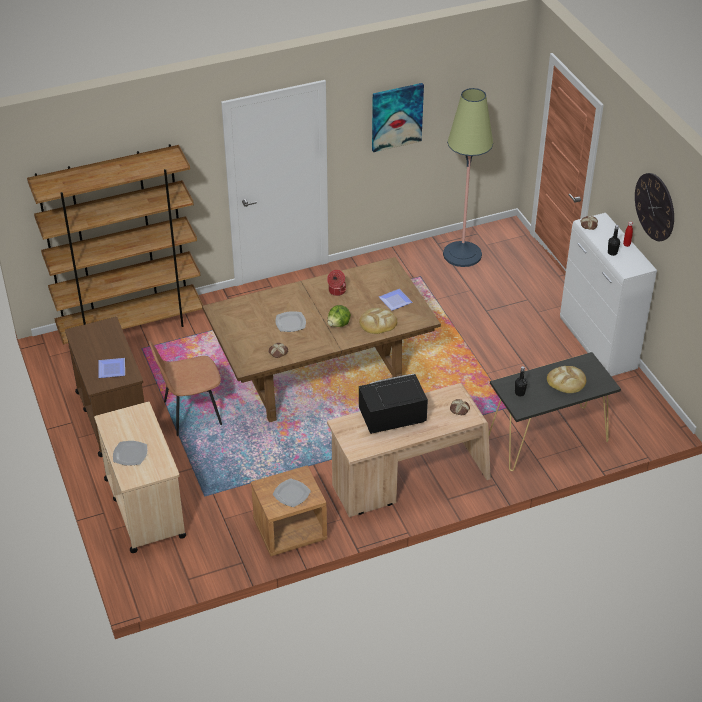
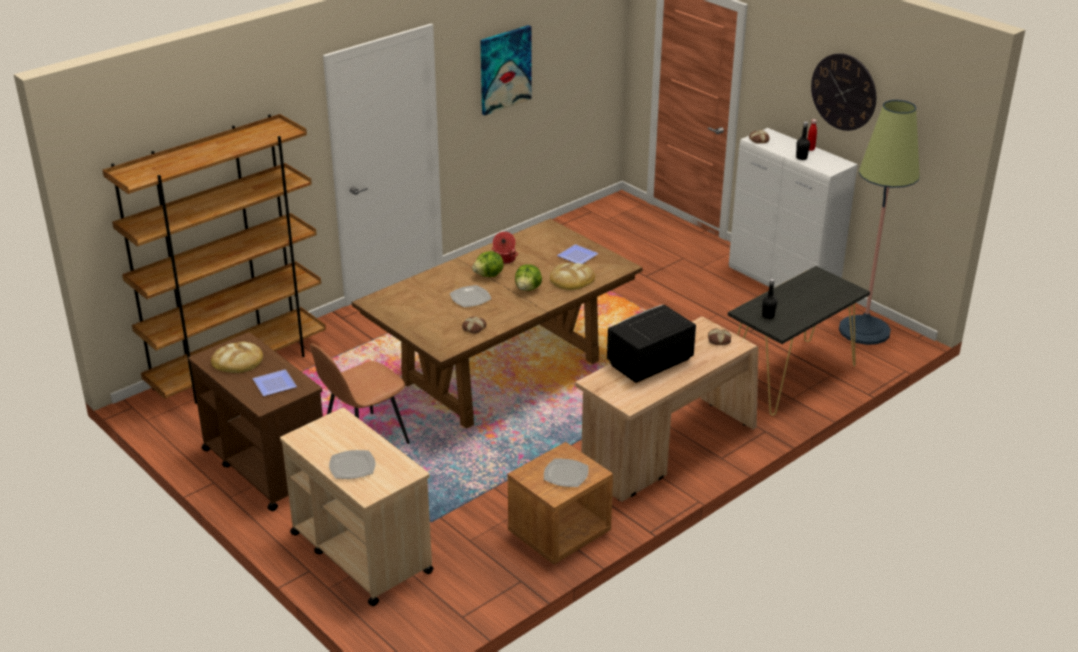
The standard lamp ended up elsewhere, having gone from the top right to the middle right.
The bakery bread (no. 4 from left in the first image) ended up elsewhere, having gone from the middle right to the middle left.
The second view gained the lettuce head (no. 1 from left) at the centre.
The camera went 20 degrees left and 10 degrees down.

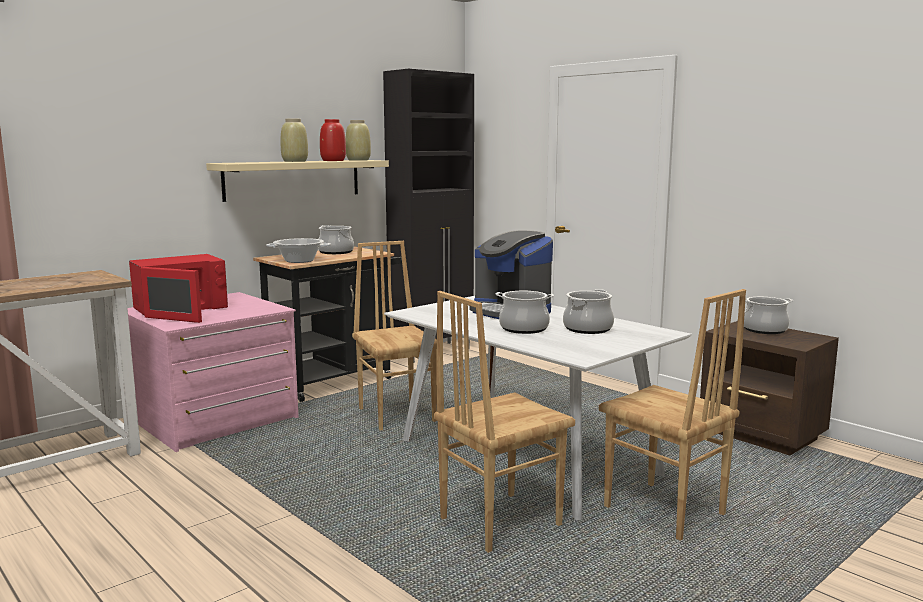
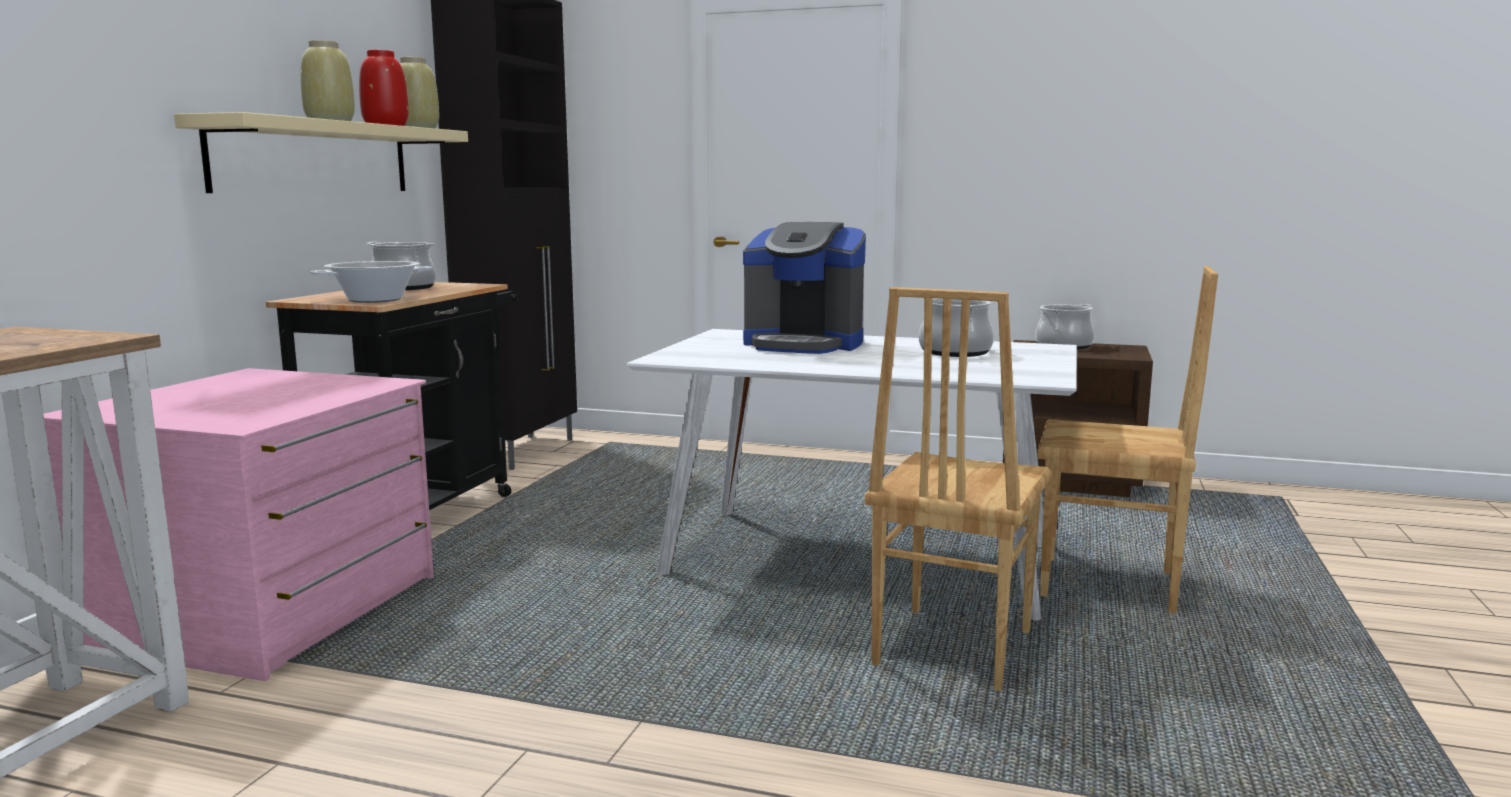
The second view lost the brownish upright chair (no. 1 from left) at the centre.
The second view lost the red microwave at the middle left.
The second view lost the cooking pot (no. 3 from left) at the centre.
The camera went 30 degrees left and 0 degrees up.

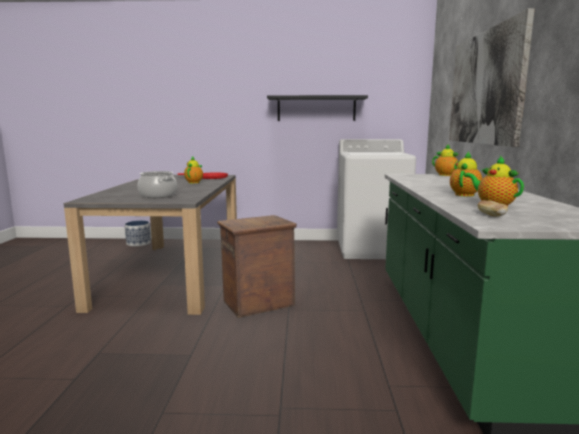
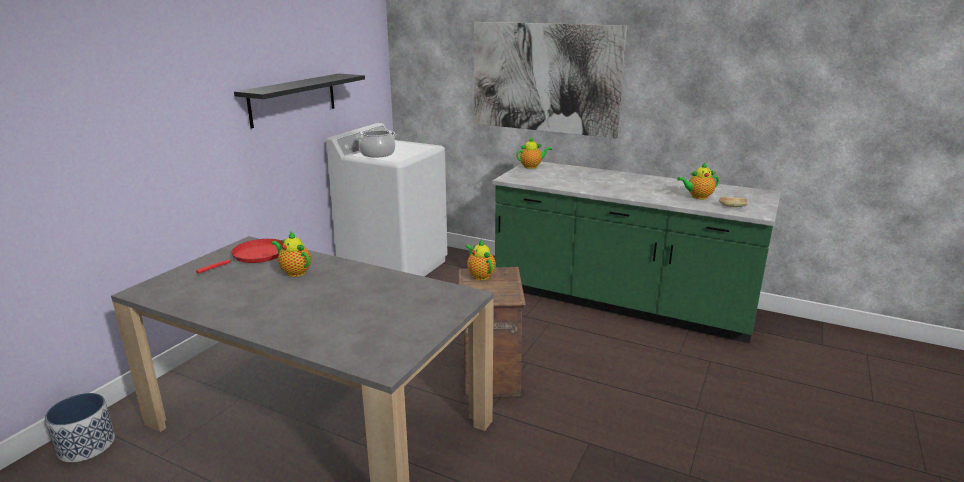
The tea pot (no. 3 from left in the first image) ended up elsewhere, having gone from the middle right to the centre.
The cooking pot ended up elsewhere, having gone from the middle left to the top centre.
The camera went 65 degrees left and 10 degrees up.

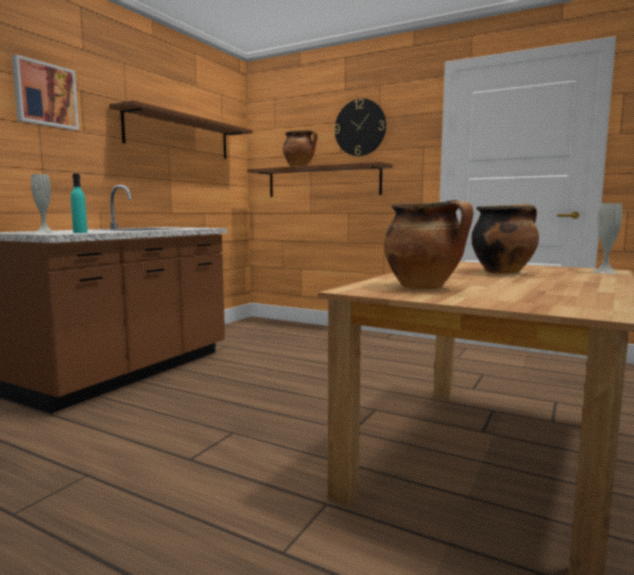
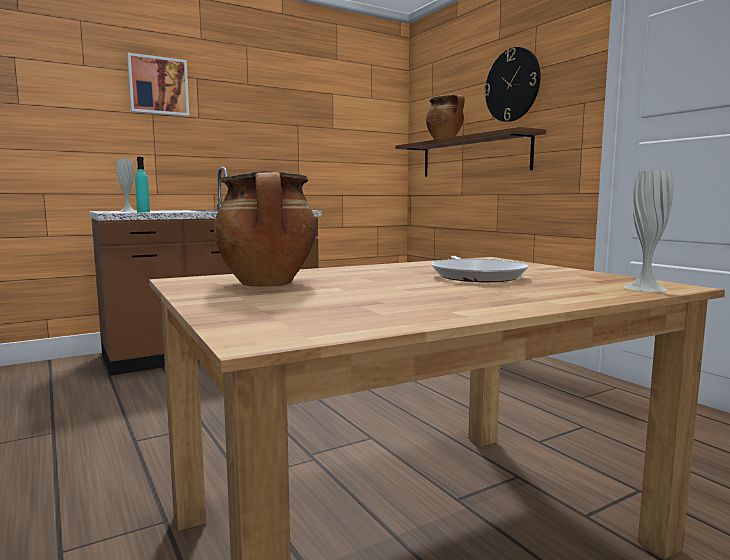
The second view lost the brownish bracket shelf (no. 1 from left) at the top left.
Where the cooking pot (no. 3 from left) stood at the middle right, the skillet came to stand at the centre.
The camera went 30 degrees right and 0 degrees up.

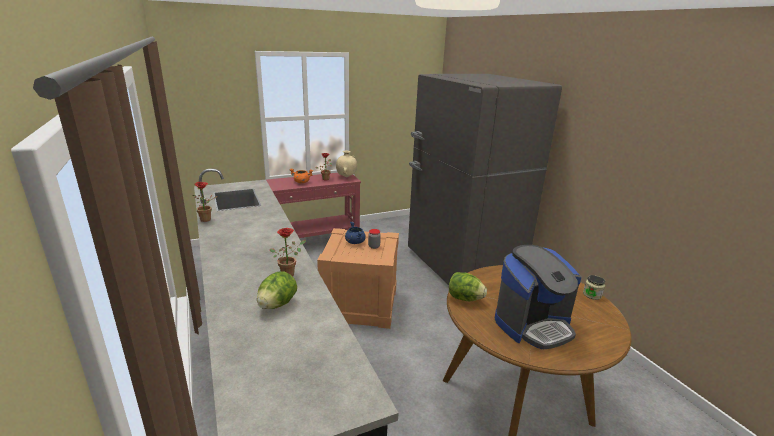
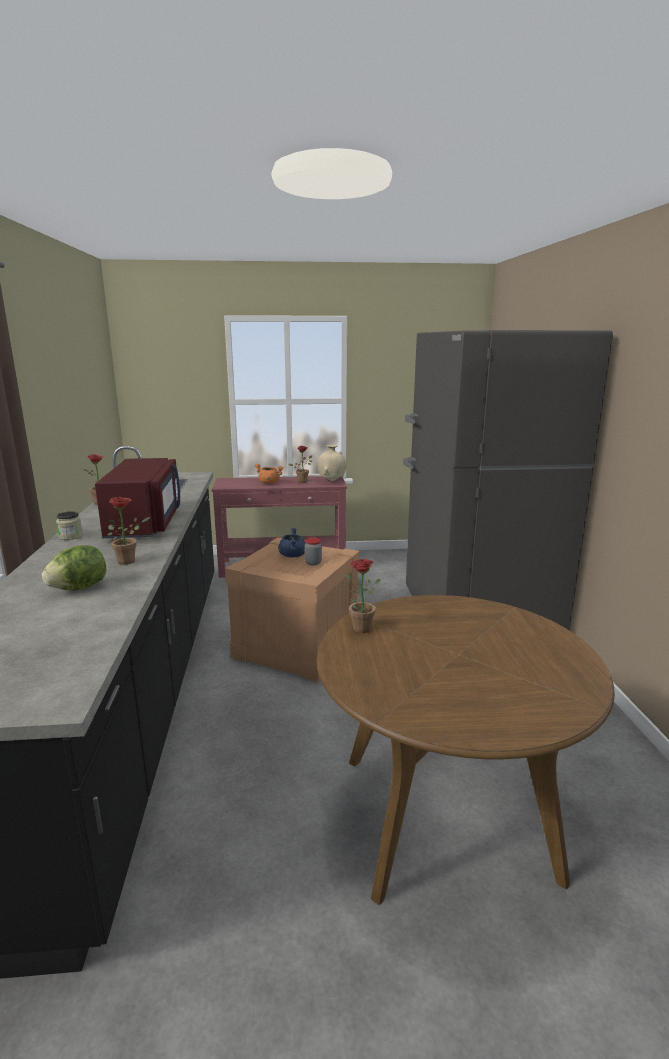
The second view lost the coffee machine at the bottom right.
Where the lettuce head (no. 2 from left) stood at the centre, the plant in a pot (no. 4 from left) came to stand at the centre.
The storage jar (no. 2 from left in the first image) ended up elsewhere, having gone from the middle right to the middle left.
The second view gained the red microwave at the middle left.
The camera went 20 degrees right and 5 degrees down.

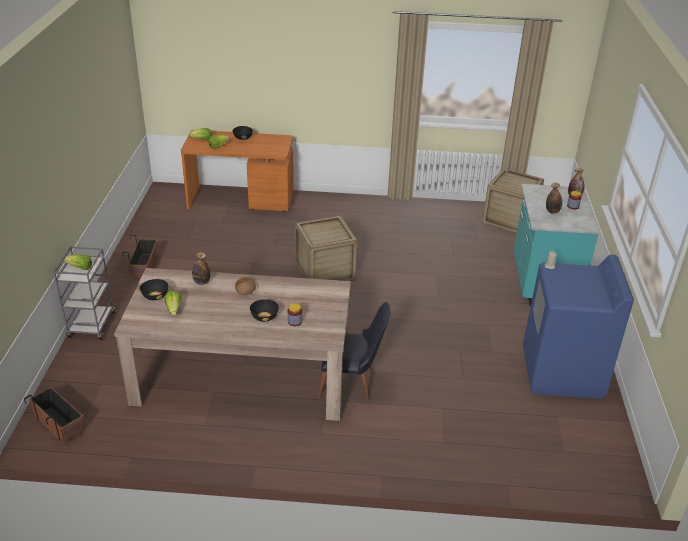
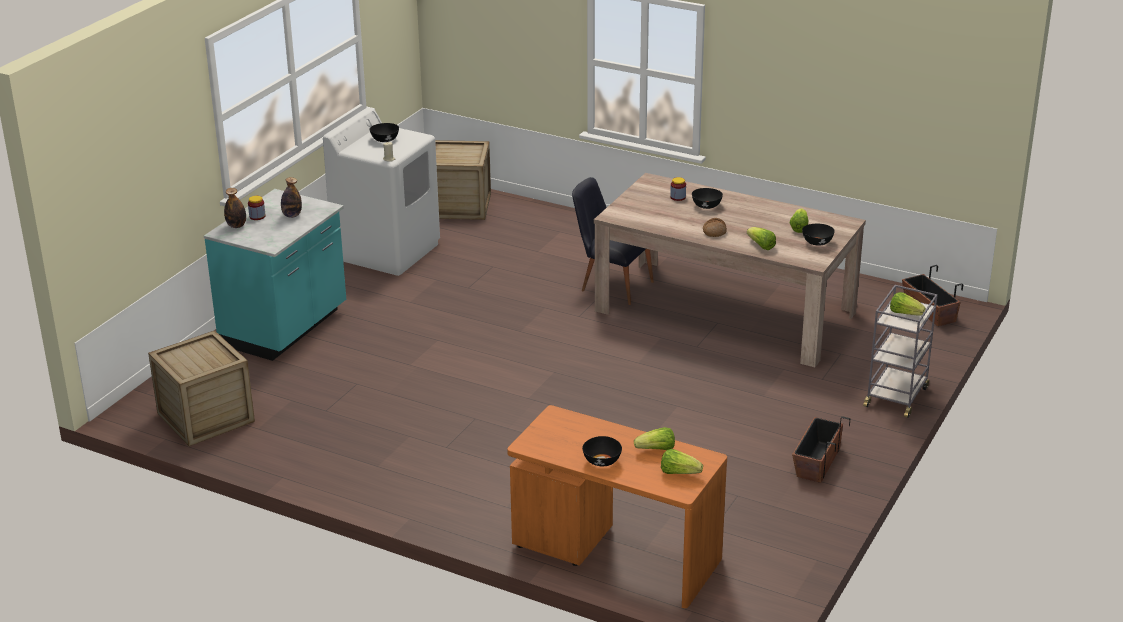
The shipping crate (no. 1 from left in the first image) ended up elsewhere, having gone from the centre to the top centre.
Where the beverage bottle (no. 1 from left) stood at the middle left, the lettuce head (no. 3 from left) came to stand at the middle right.
What was the blue-coloured laundry machine at the middle right turned into the white laundry machine at the top centre.
The second view gained the black deep dish (no. 1 from left) at the top centre.
The camera went 155 degrees left and 5 degrees down.

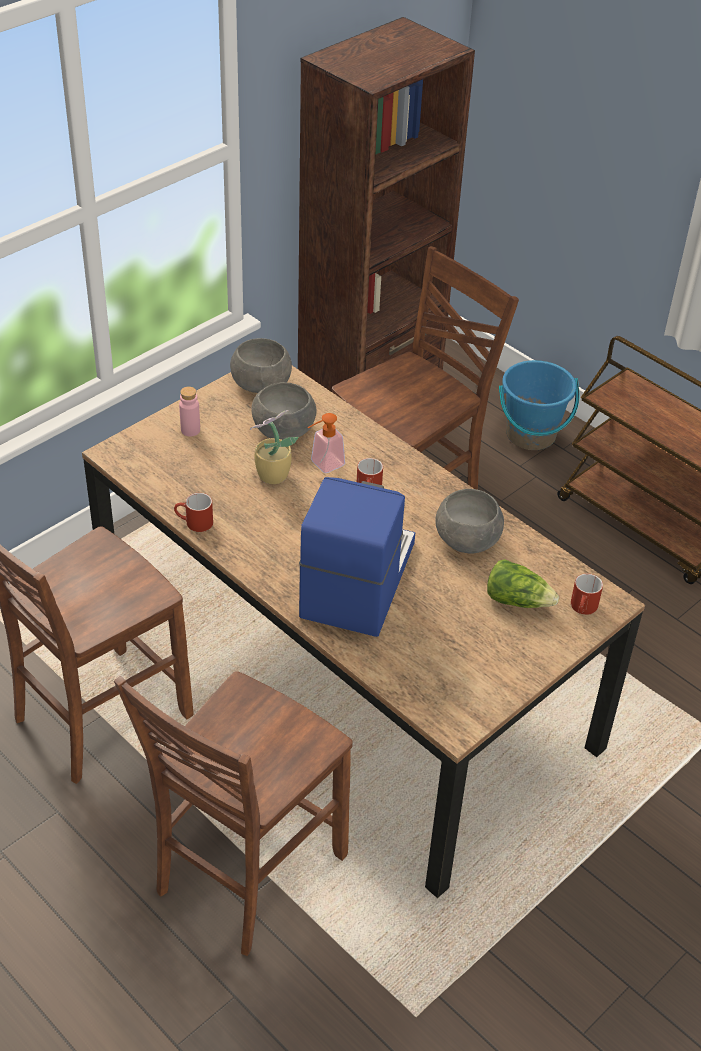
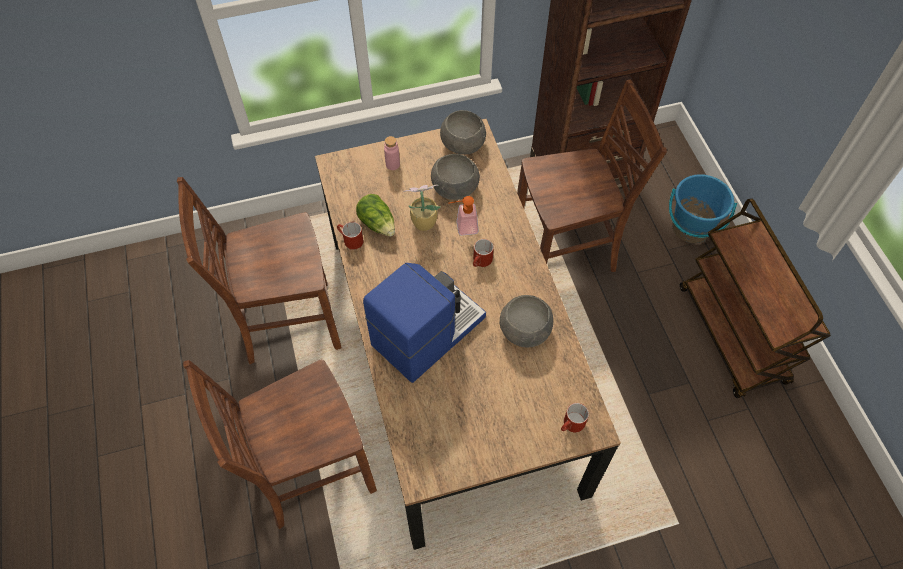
The lettuce head ended up elsewhere, having gone from the middle right to the centre.
The camera went 30 degrees right and 15 degrees up.

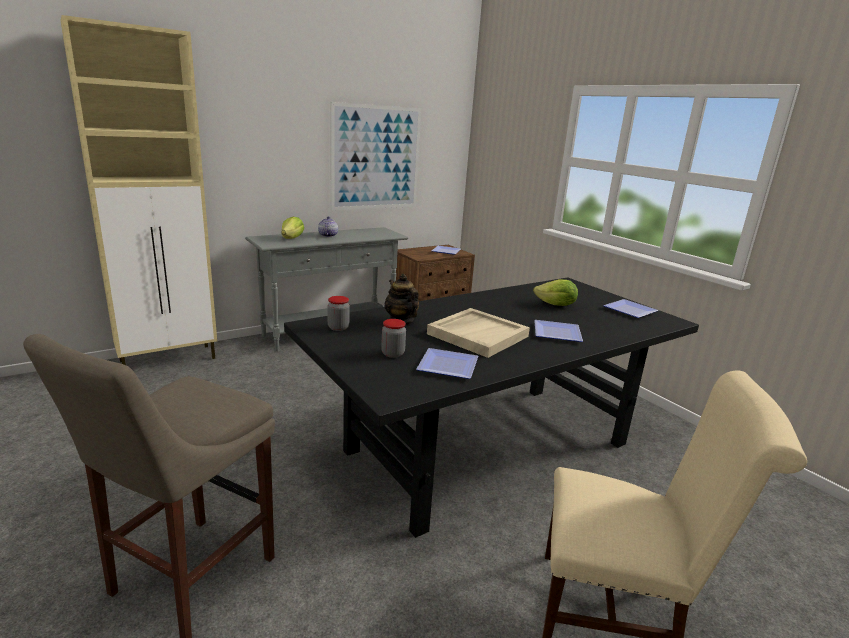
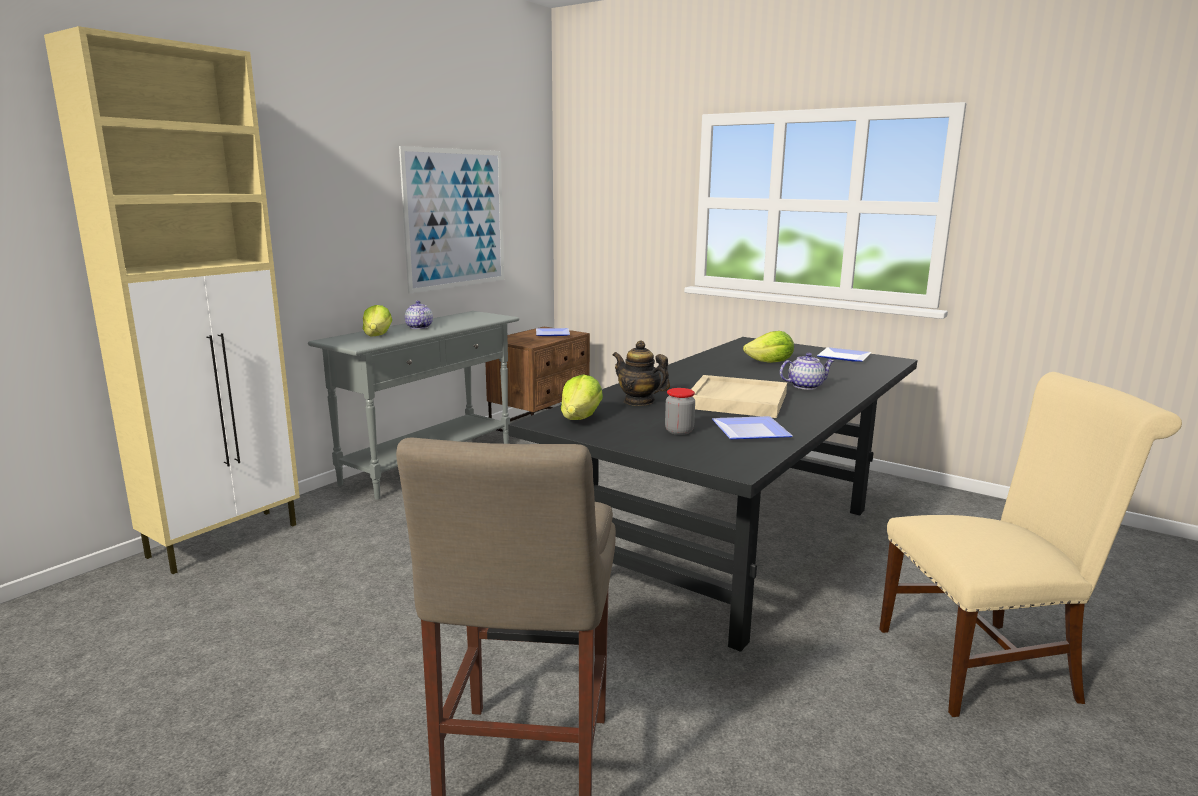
Where the storage jar (no. 1 from left) stood at the centre, the lettuce head (no. 2 from left) came to stand at the centre.
Where the flat dish (no. 3 from left) stood at the centre, the tea pot (no. 3 from left) came to stand at the middle right.
The camera went 20 degrees left and 5 degrees down.

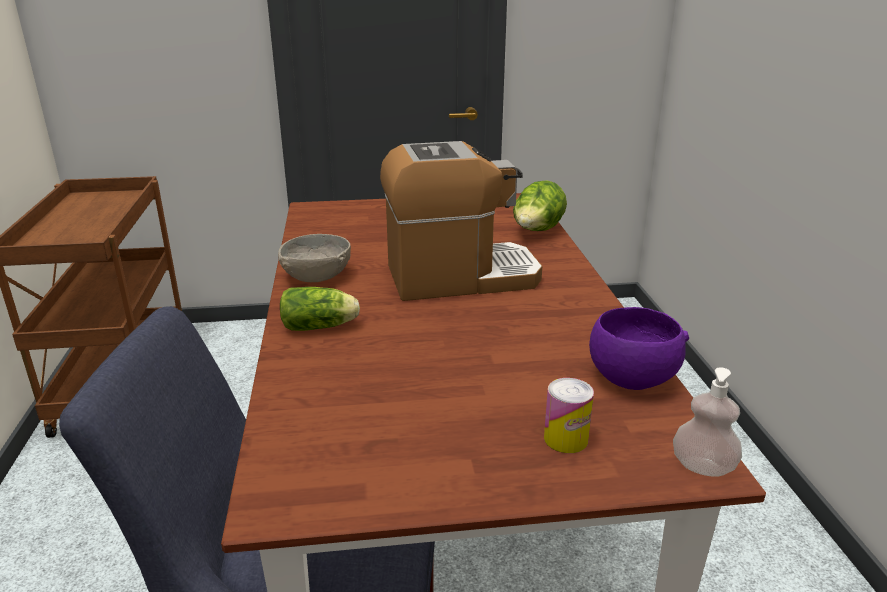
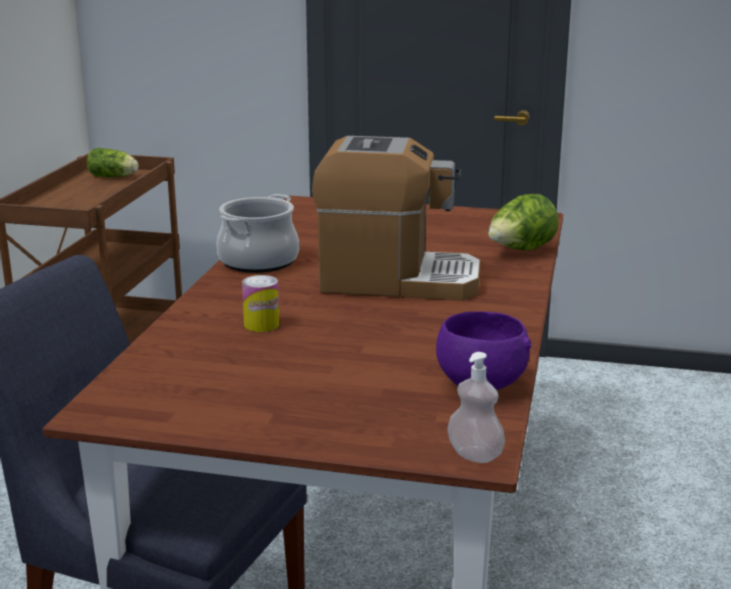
Where the greyish deep dish stood at the centre, the cooking pot came to stand at the centre.
The lettuce head (no. 1 from left) ended up elsewhere, having gone from the centre to the top left.
The can ended up elsewhere, having gone from the bottom centre to the centre.
The camera went 20 degrees right and 5 degrees down.

